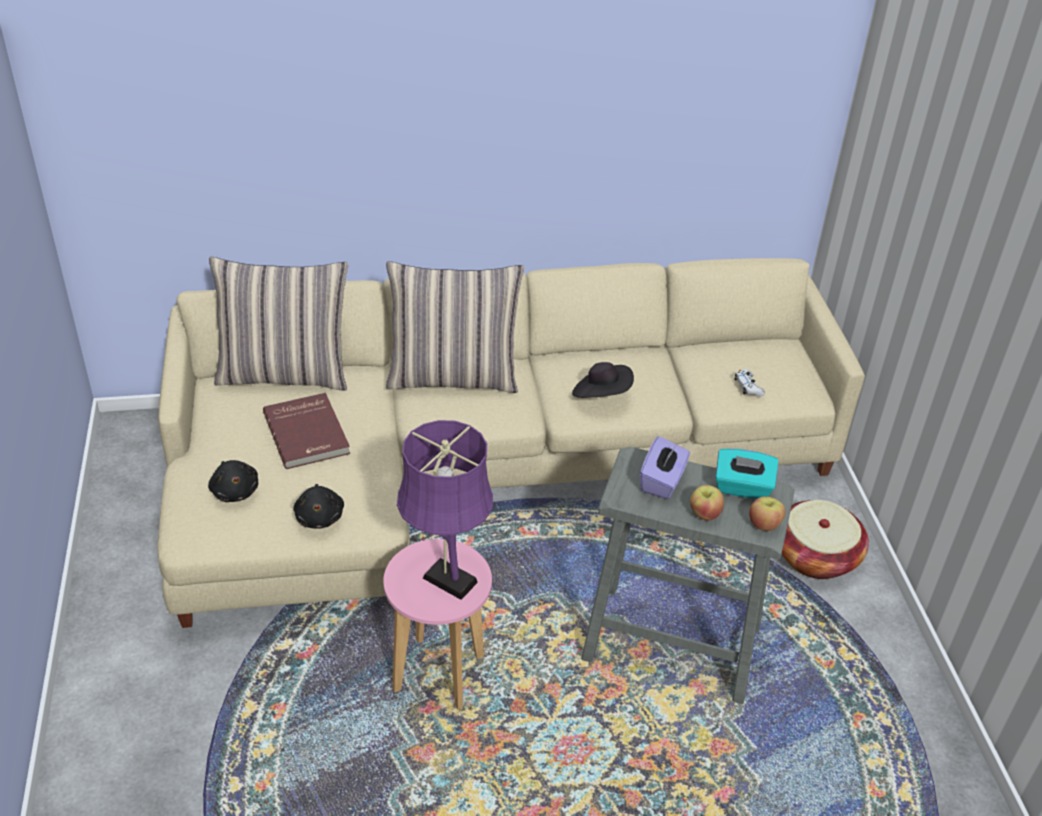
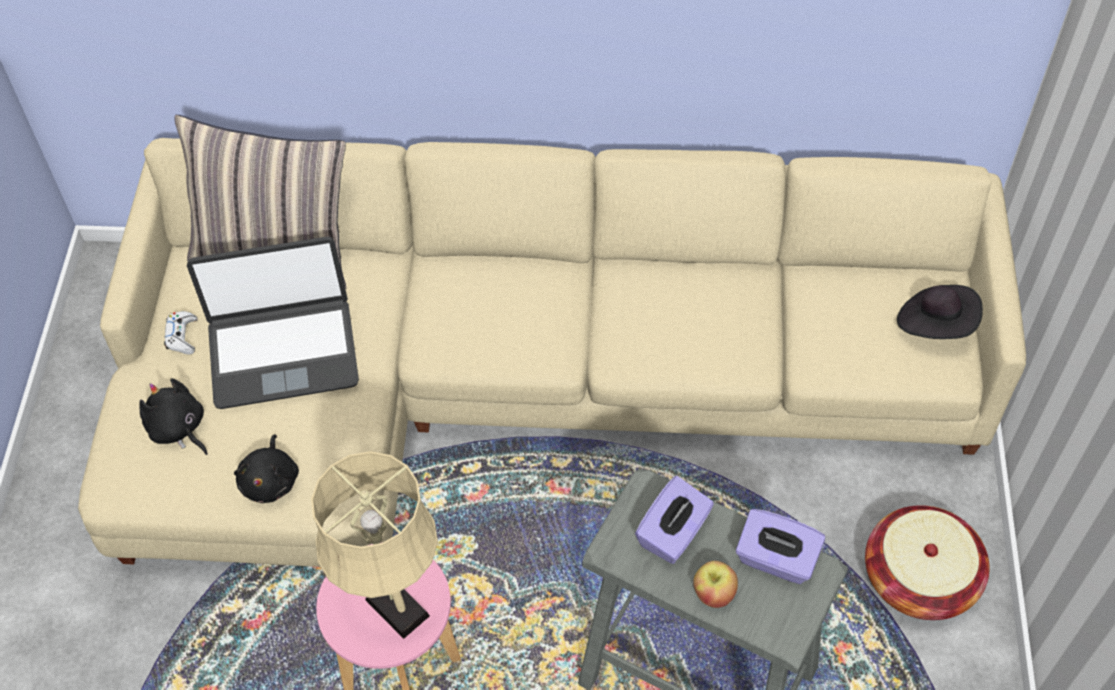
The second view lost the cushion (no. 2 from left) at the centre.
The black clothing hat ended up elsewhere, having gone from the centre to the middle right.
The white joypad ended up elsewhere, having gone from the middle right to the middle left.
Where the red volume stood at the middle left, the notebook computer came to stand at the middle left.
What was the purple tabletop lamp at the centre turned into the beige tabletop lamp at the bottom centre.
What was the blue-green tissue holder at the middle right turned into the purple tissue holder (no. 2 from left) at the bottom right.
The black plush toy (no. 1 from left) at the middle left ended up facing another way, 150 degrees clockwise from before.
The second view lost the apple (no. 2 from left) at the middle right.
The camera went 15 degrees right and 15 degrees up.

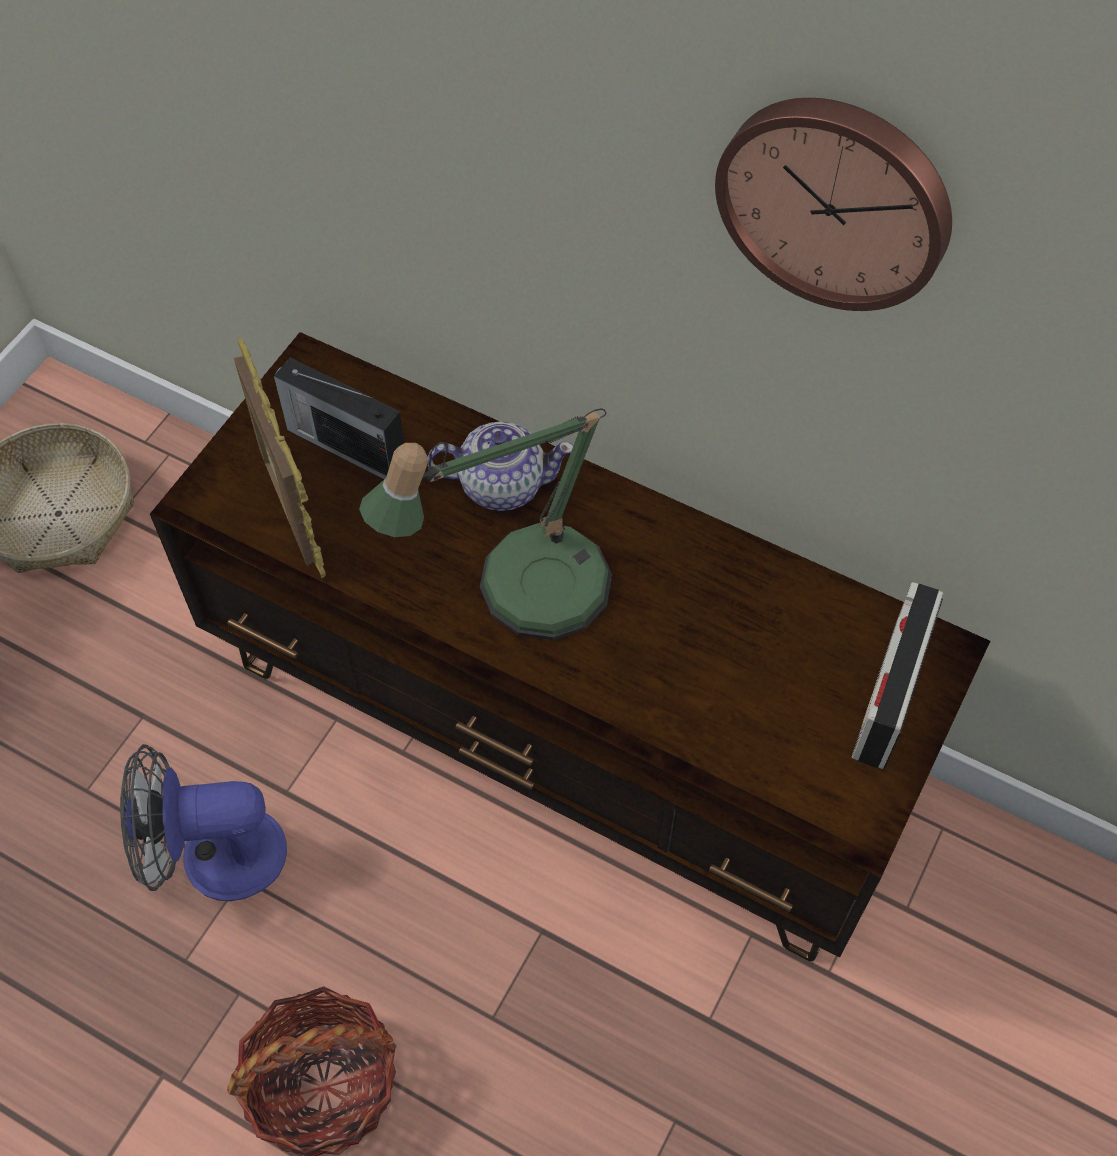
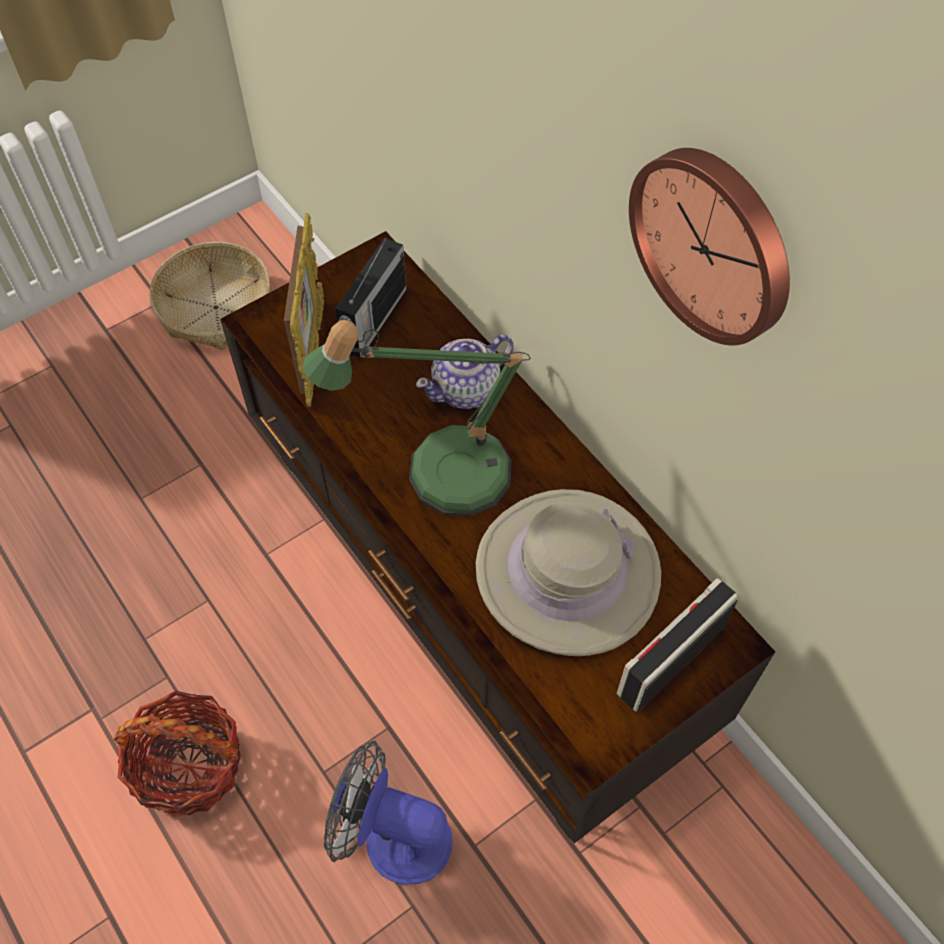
The radio receiver (no. 1 from left) at the middle left ended up facing another way, 120 degrees counterclockwise from before.
The tea pot at the centre ended up facing another way, 120 degrees clockwise from before.
The cooling fan ended up elsewhere, having gone from the bottom left to the bottom centre.
The second view gained the beige clothing hat at the centre.
The camera went 25 degrees right and 0 degrees up.

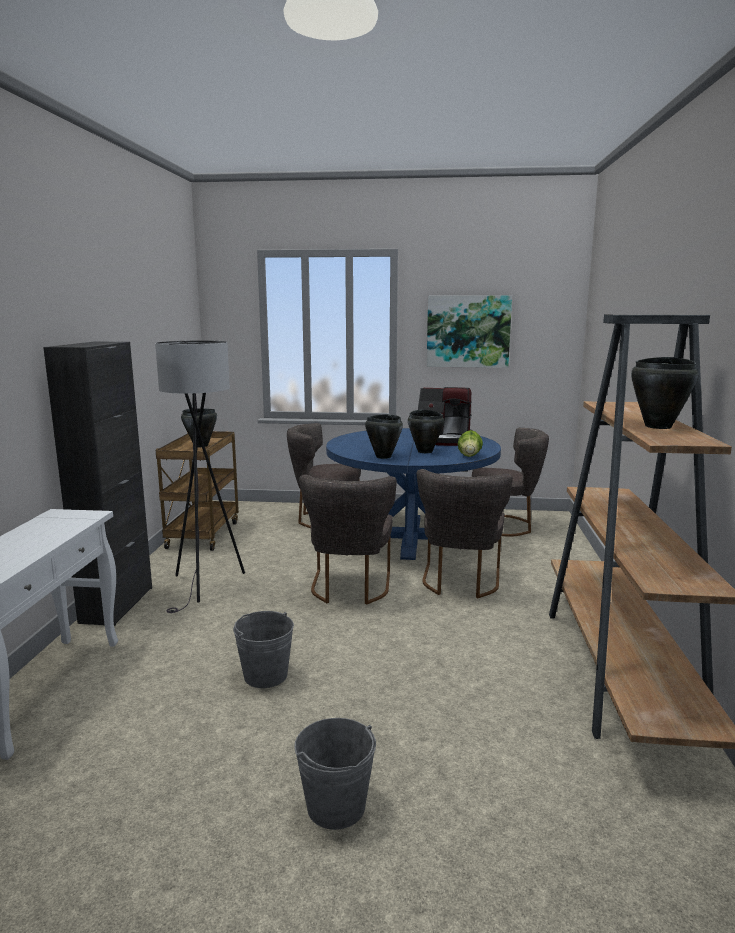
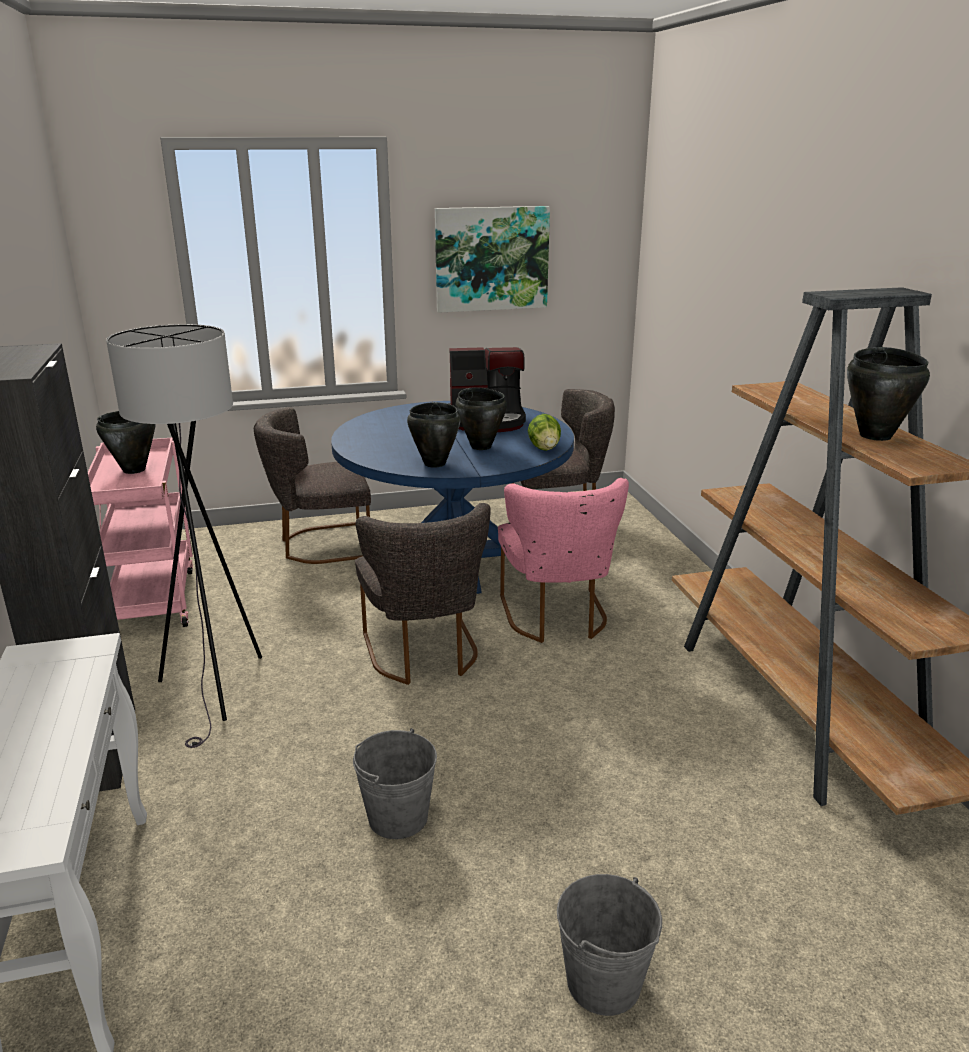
What was the brownish trolley at the middle left turned into the pinkish trolley at the middle left.
What was the greyish upright chair (no. 3 from left) at the centre turned into the pinkish upright chair at the centre.
The camera went 20 degrees left and 10 degrees up.

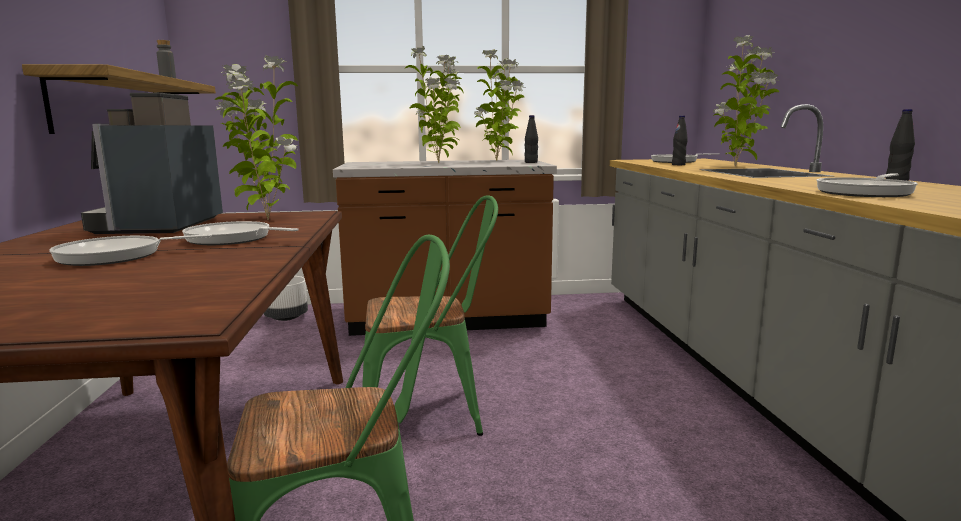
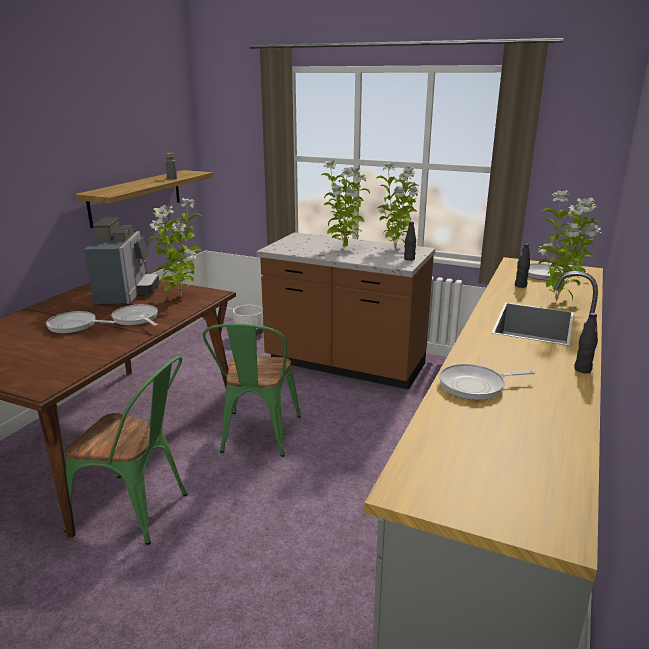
The coffee machine at the top left ended up facing another way, 150 degrees clockwise from before.
The green-coloured upright chair (no. 2 from left) at the centre ended up facing another way, 75 degrees clockwise from before.
The camera went 30 degrees right and 10 degrees up.

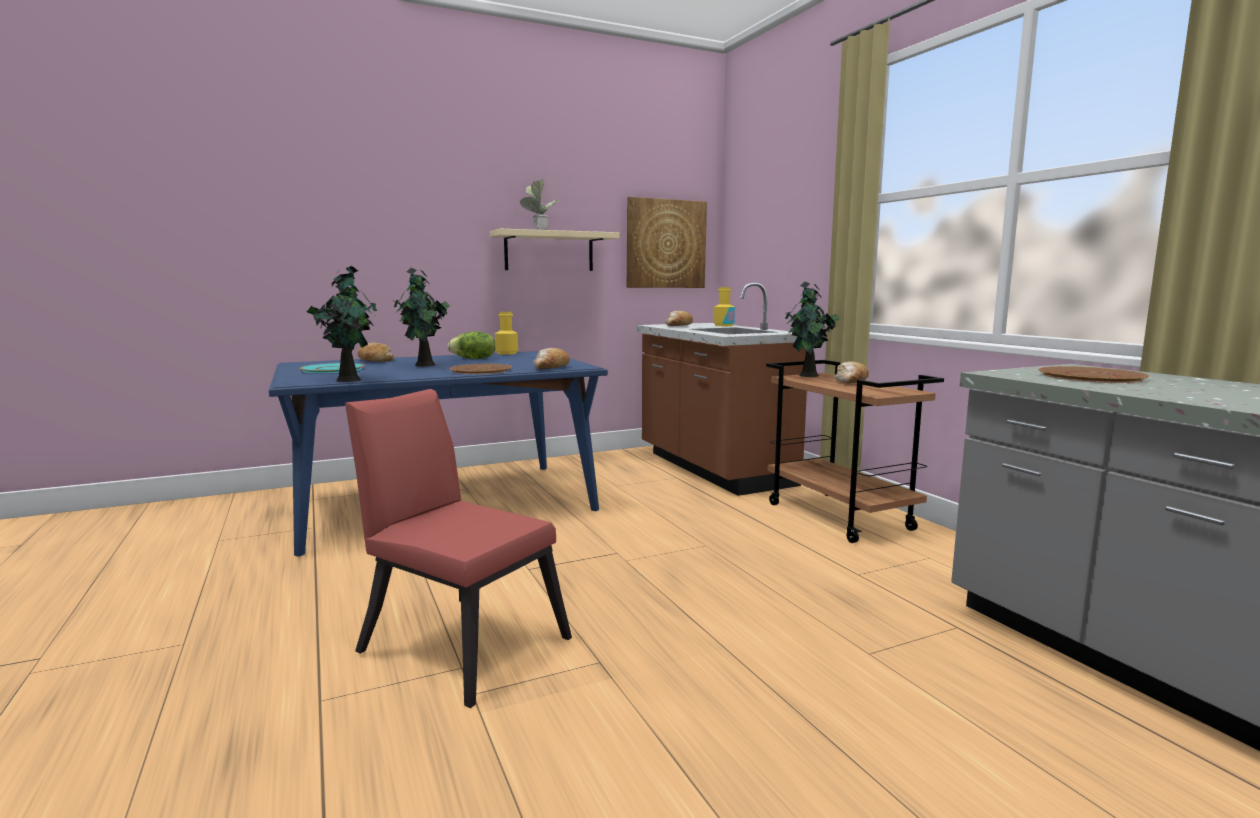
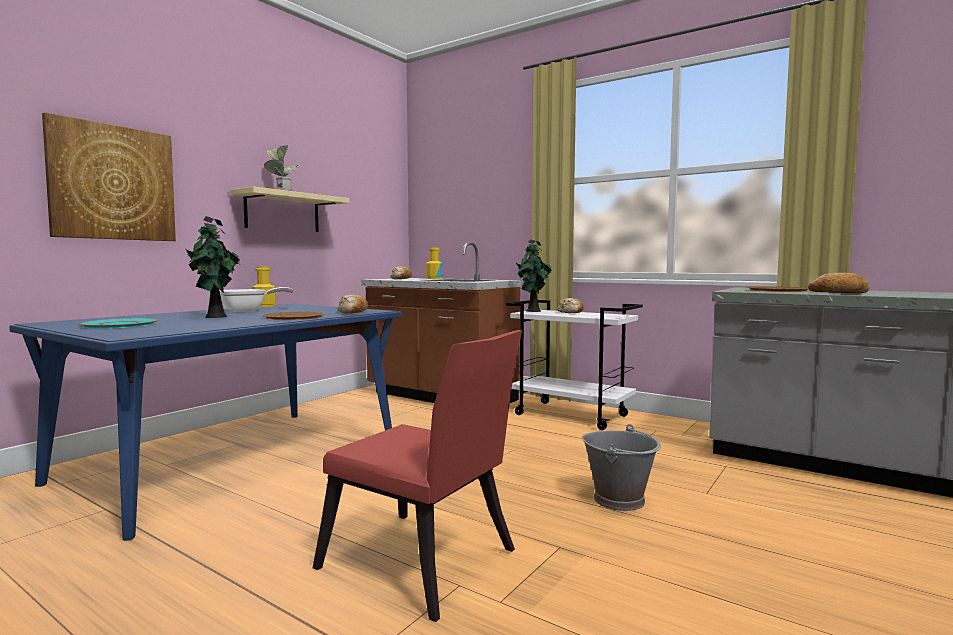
The wall picture ended up elsewhere, having gone from the top centre to the top left.
The second view lost the plant in a pot (no. 1 from left) at the middle left.
Where the lettuce head stood at the centre, the skillet came to stand at the middle left.
The bakery bread (no. 1 from left in the first image) ended up elsewhere, having gone from the middle left to the middle right.
What was the brownish trolley at the middle right turned into the white trolley at the centre.
The red upright chair at the bottom centre ended up facing another way, 150 degrees counterclockwise from before.
The second view gained the greyish pail at the bottom centre.
The camera went 30 degrees left and 5 degrees down.

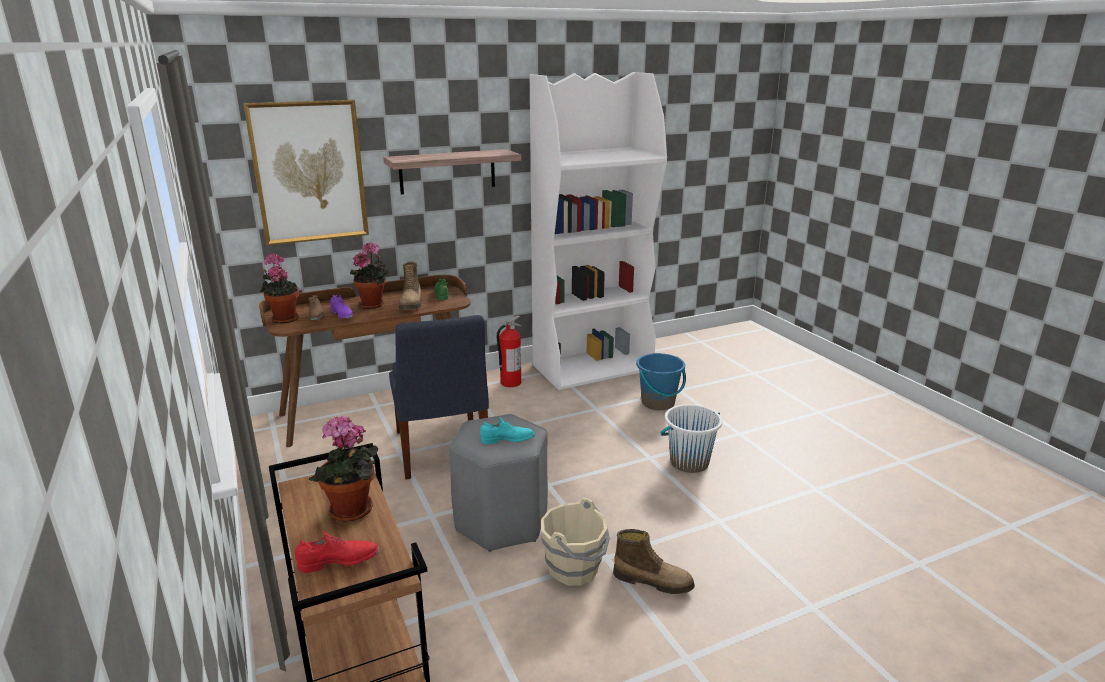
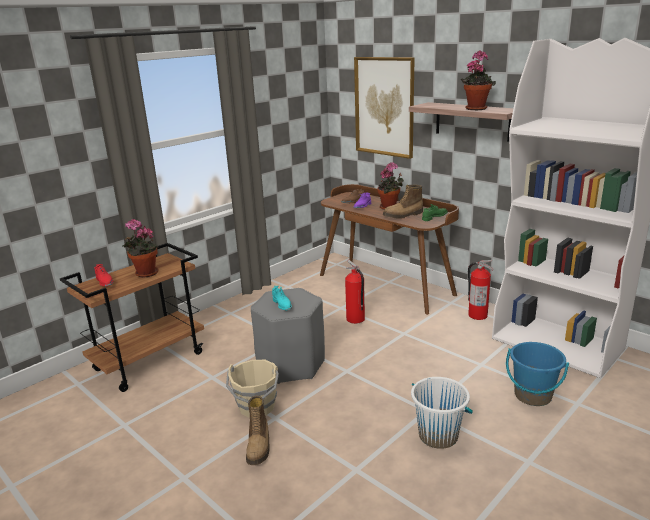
The plant in a pot (no. 1 from left in the first image) ended up elsewhere, having gone from the middle left to the top right.
Where the blue-coloured upright chair stood at the centre, the fire-fighting cylinder (no. 1 from left) came to stand at the centre.
The camera went 70 degrees right and 0 degrees up.

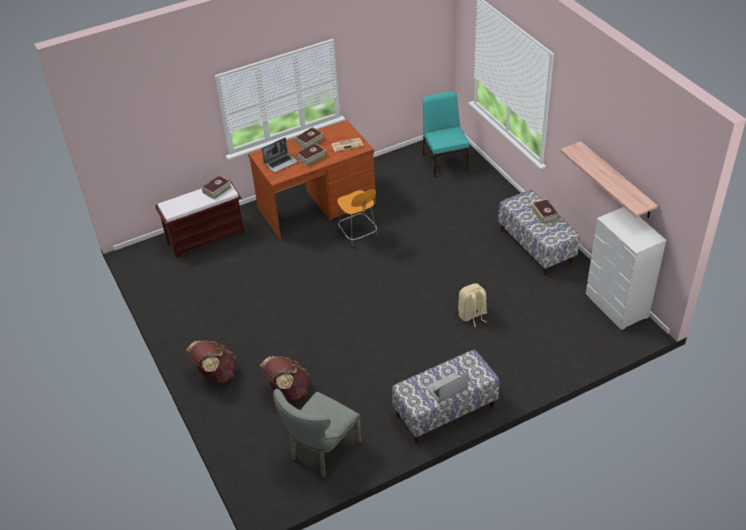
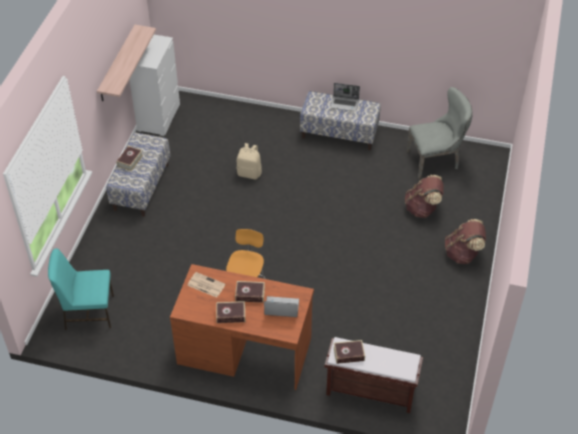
The blue-green upright chair at the top centre ended up facing another way, 60 degrees clockwise from before.
The camera went 140 degrees left and 5 degrees up.

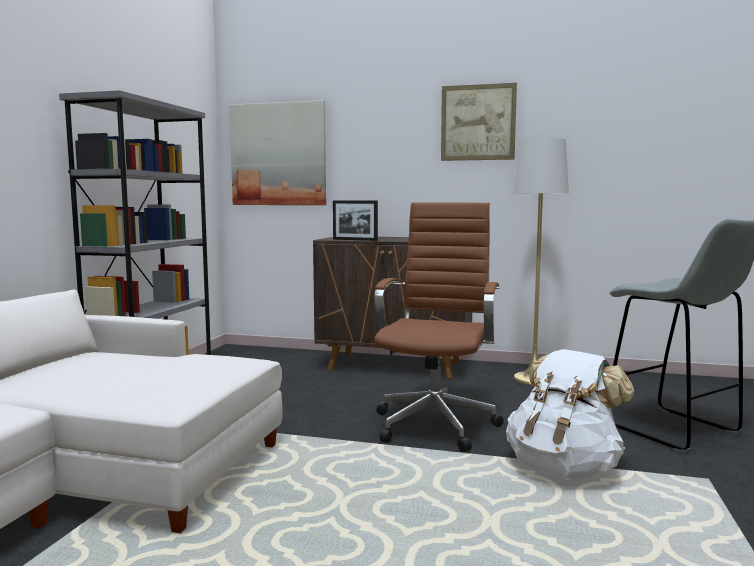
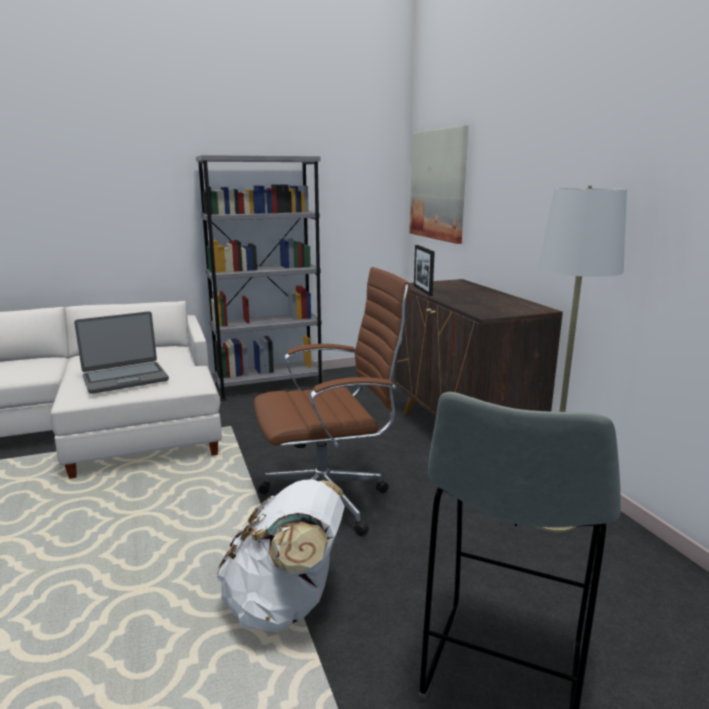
The second view lost the wall picture (no. 2 from left) at the top centre.
The second view gained the notebook computer at the middle left.
The camera went 55 degrees right and 10 degrees up.

